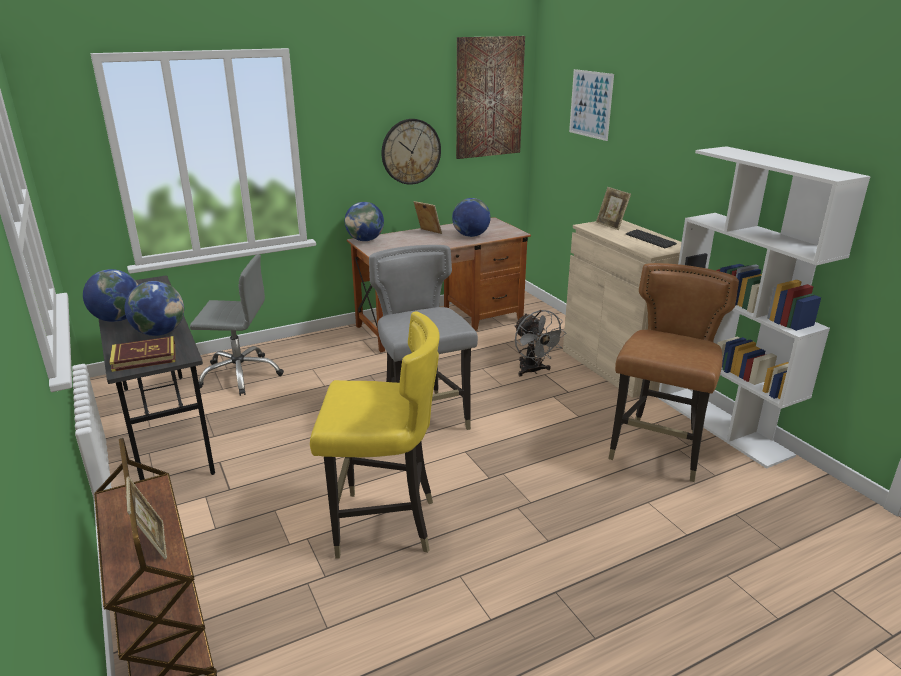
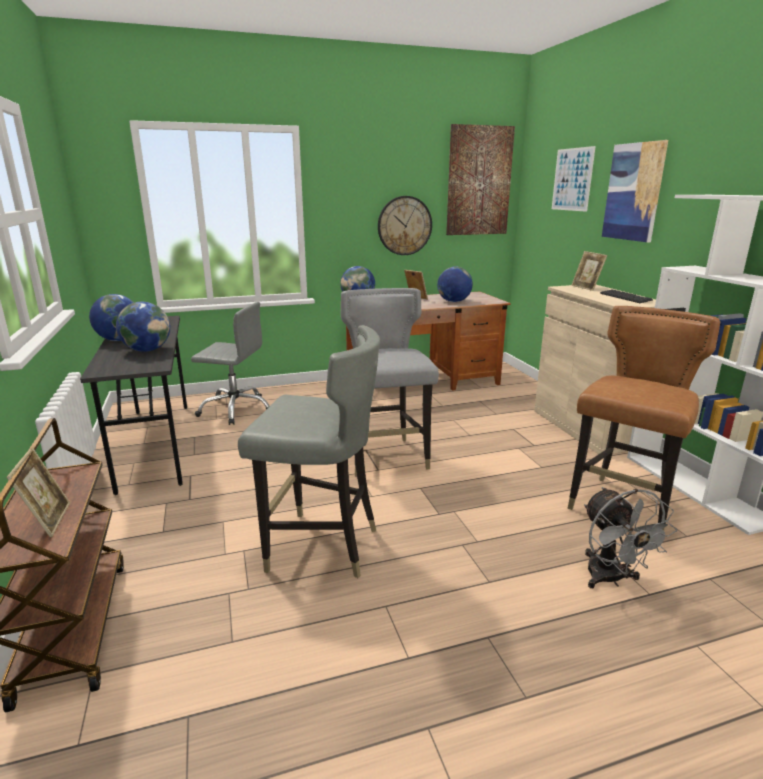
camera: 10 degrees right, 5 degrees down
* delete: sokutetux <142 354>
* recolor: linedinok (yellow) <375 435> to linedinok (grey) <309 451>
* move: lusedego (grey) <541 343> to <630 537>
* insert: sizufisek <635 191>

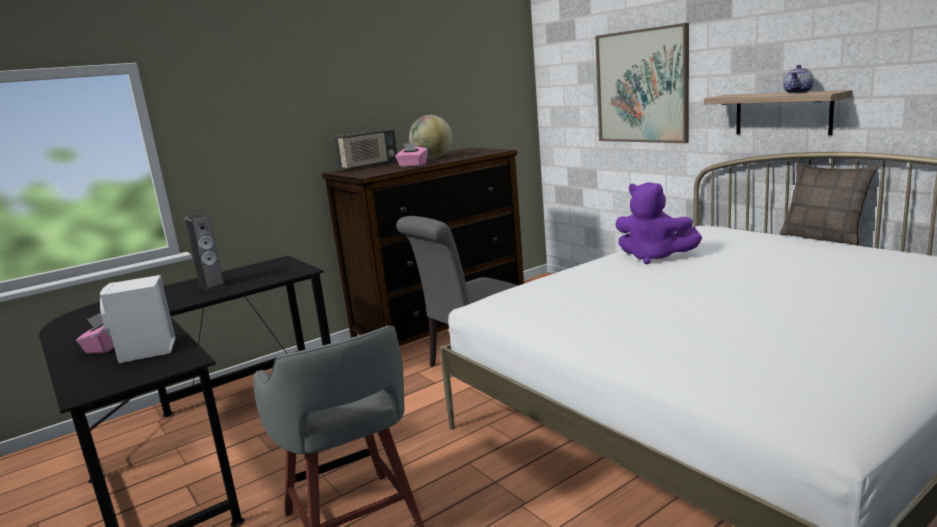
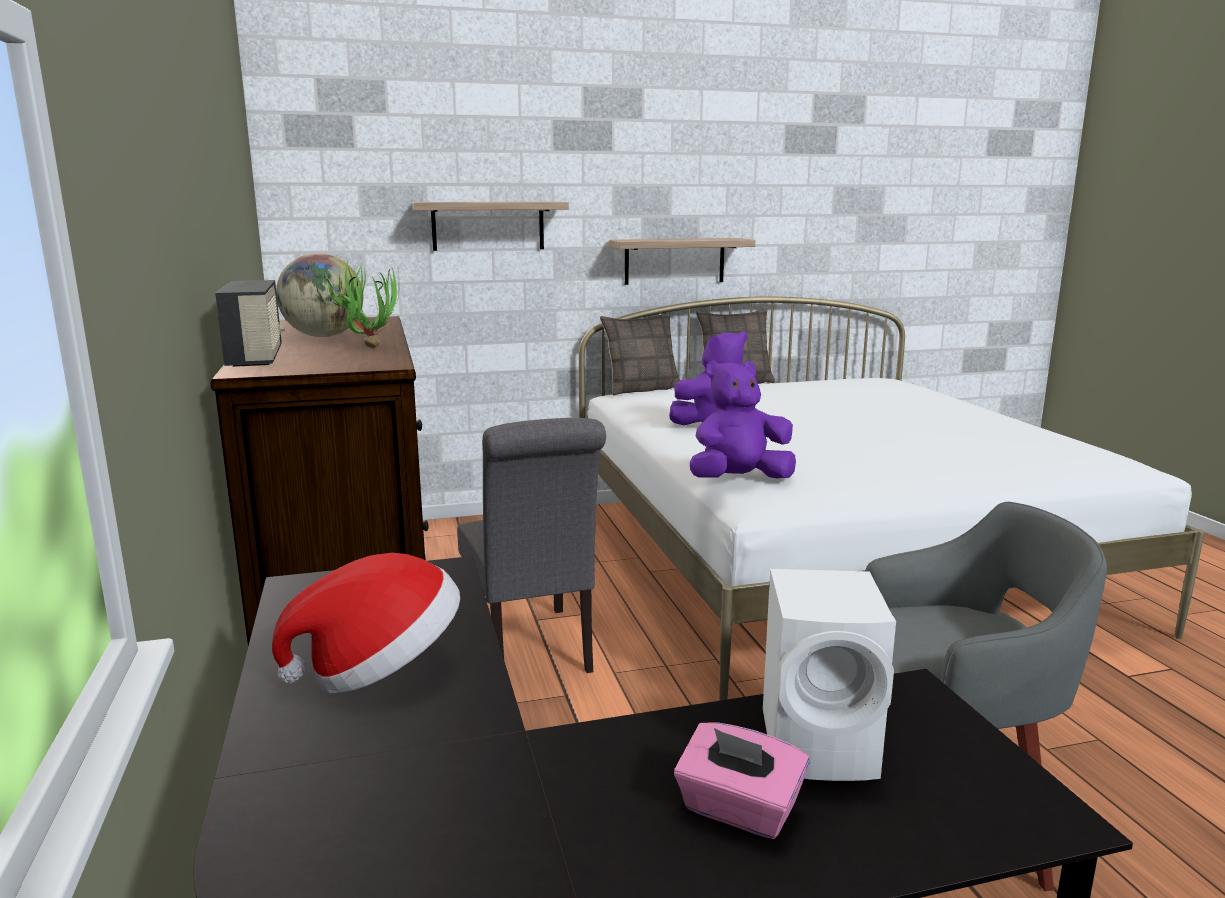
camera: 70 degrees left, 0 degrees up
* replace: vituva <205 253> to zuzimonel <366 623>
* replace: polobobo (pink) <411 155> to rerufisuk <362 304>
* replace: sizufisek <642 83> to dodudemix <490 226>
* delete: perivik <798 79>
* insert: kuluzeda <640 354>
* insert: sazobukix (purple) <743 419>

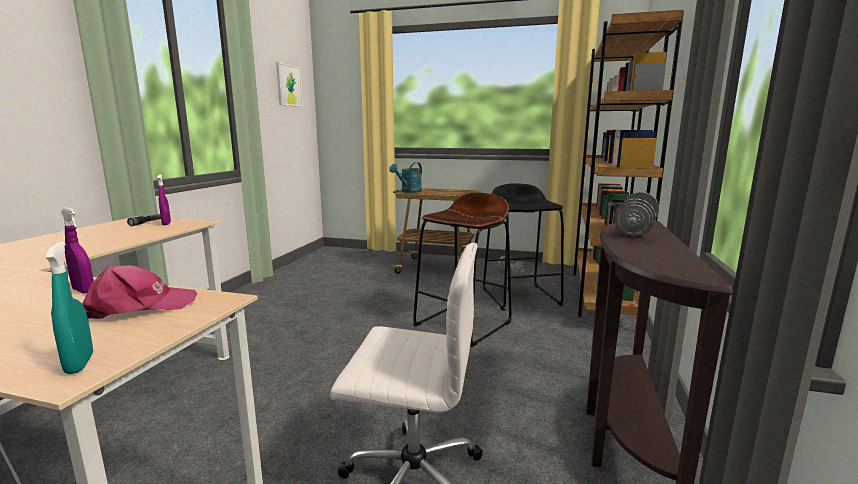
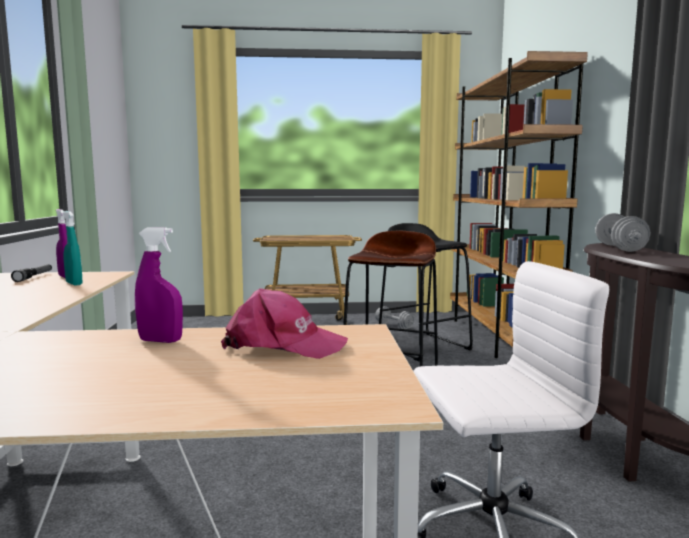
camera: 20 degrees left, 5 degrees down
* move: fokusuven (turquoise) <69 308> to <72 248>
* rotate: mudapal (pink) <139 293> = <284 323> 60 degrees clockwise
* delete: sizufisek <289 84>
* delete: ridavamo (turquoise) <405 177>

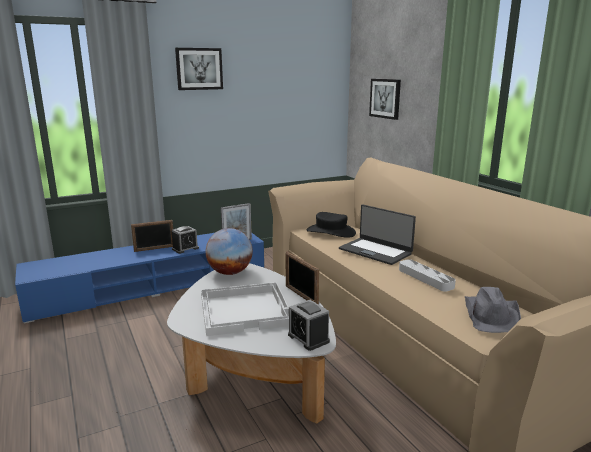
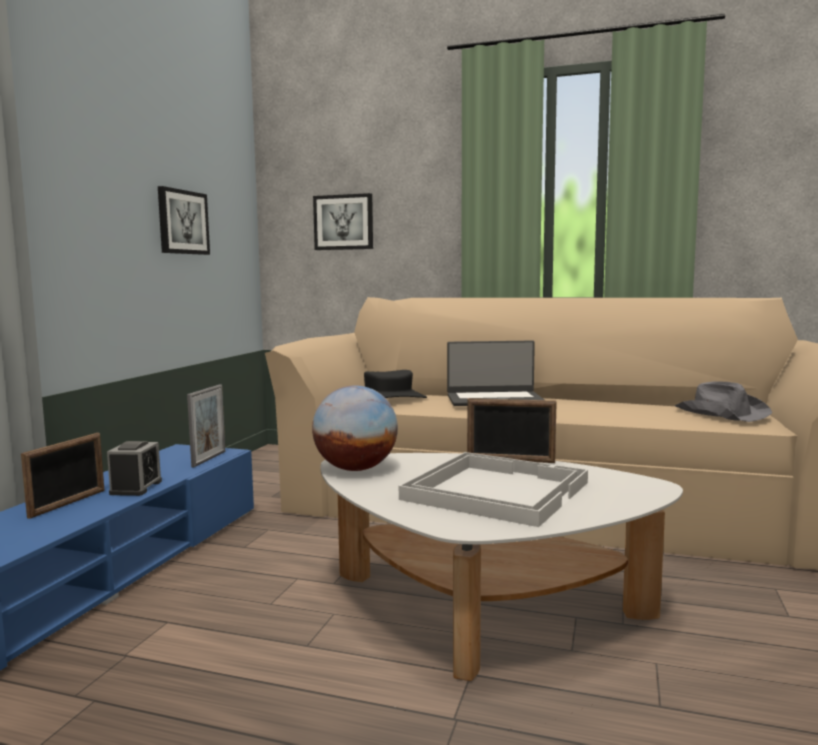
camera: 45 degrees left, 10 degrees down
* move: sizufisek <199 69> to <184 220>
* delete: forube <309 325>
* delete: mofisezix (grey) <427 275>

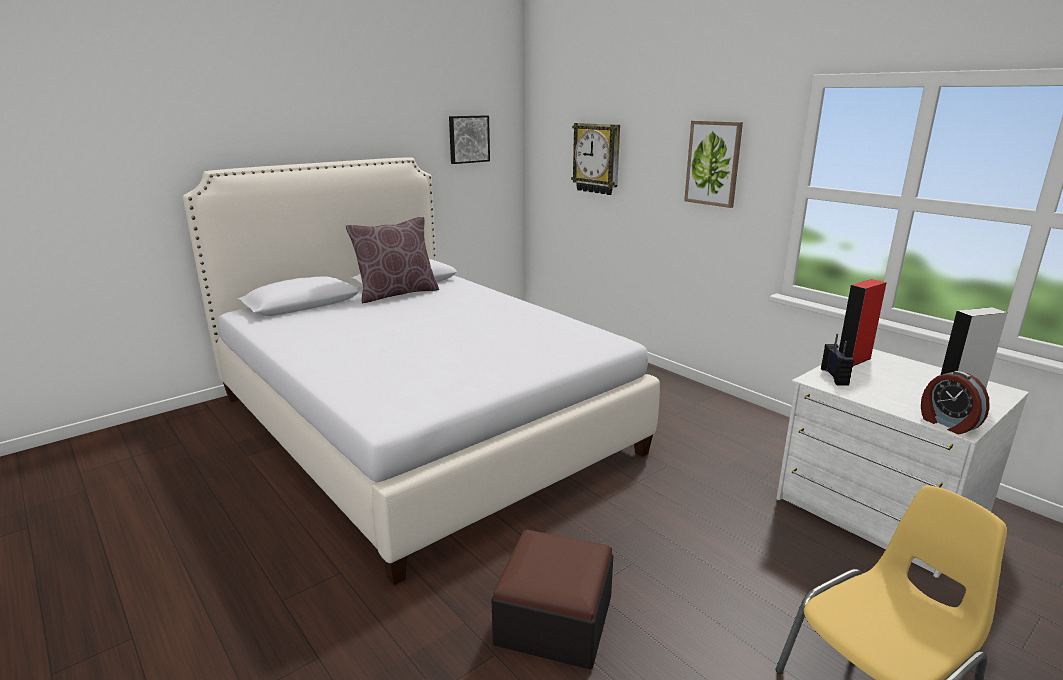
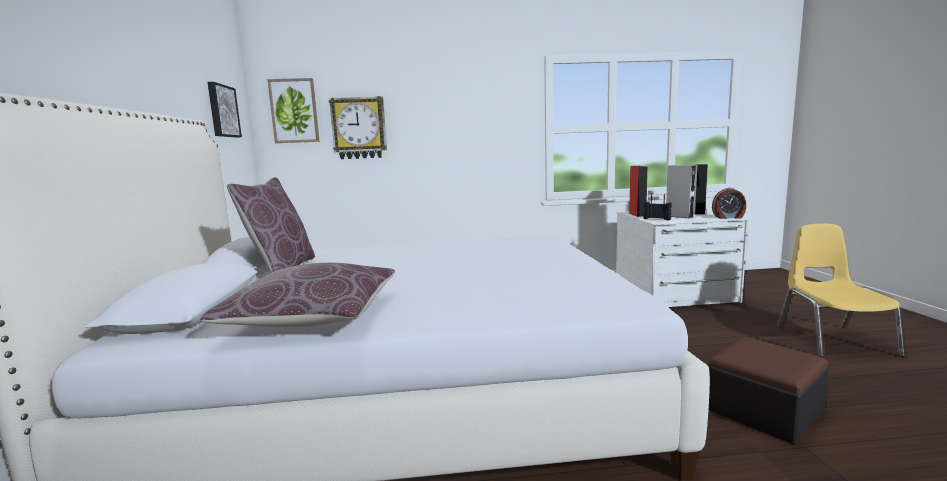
camera: 55 degrees left, 10 degrees down
* move: sizufisek <713 164> to <293 110>
* insert: kuluzeda (brown) <297 295>
* insert: vituva (grey) <681 191>

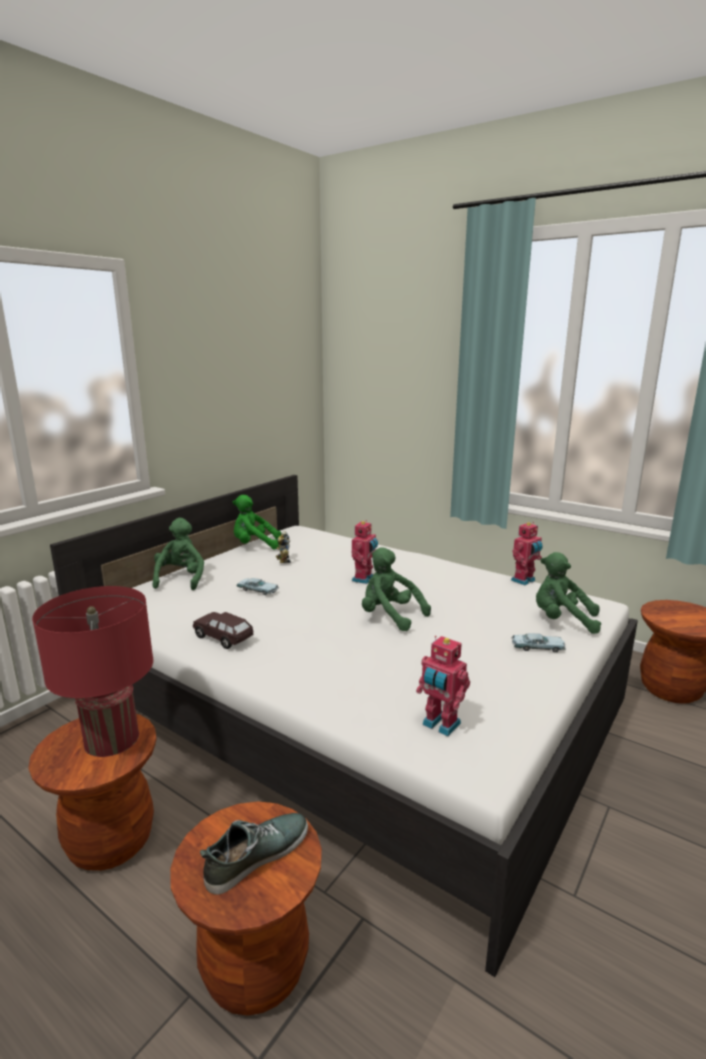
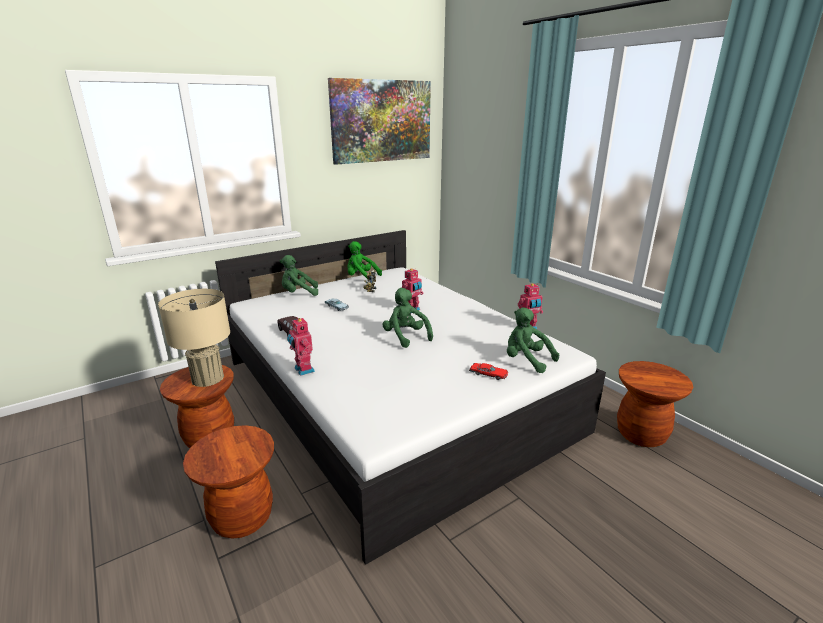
camera: 20 degrees right, 5 degrees up
* recolor: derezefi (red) <92 671> to derezefi (beige) <194 338>
* rotate: sazobukix (green) <178 554> = <299 275> 120 degrees counterclockwise
* delete: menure <254 854>
* move: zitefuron <443 686> to <301 346>
* recolor: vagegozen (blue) <539 642> to vagegozen (red) <488 371>
* insert: sizufisek <379 121>

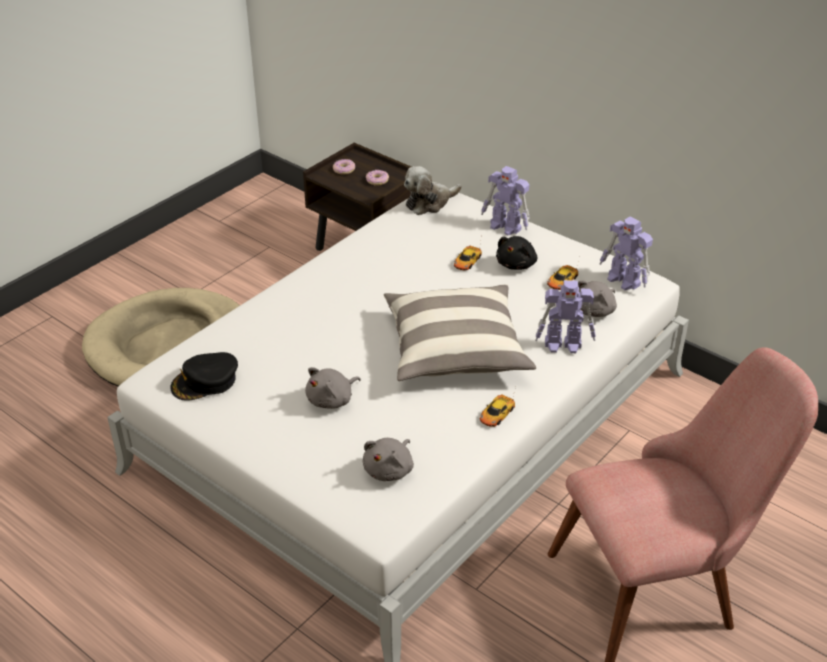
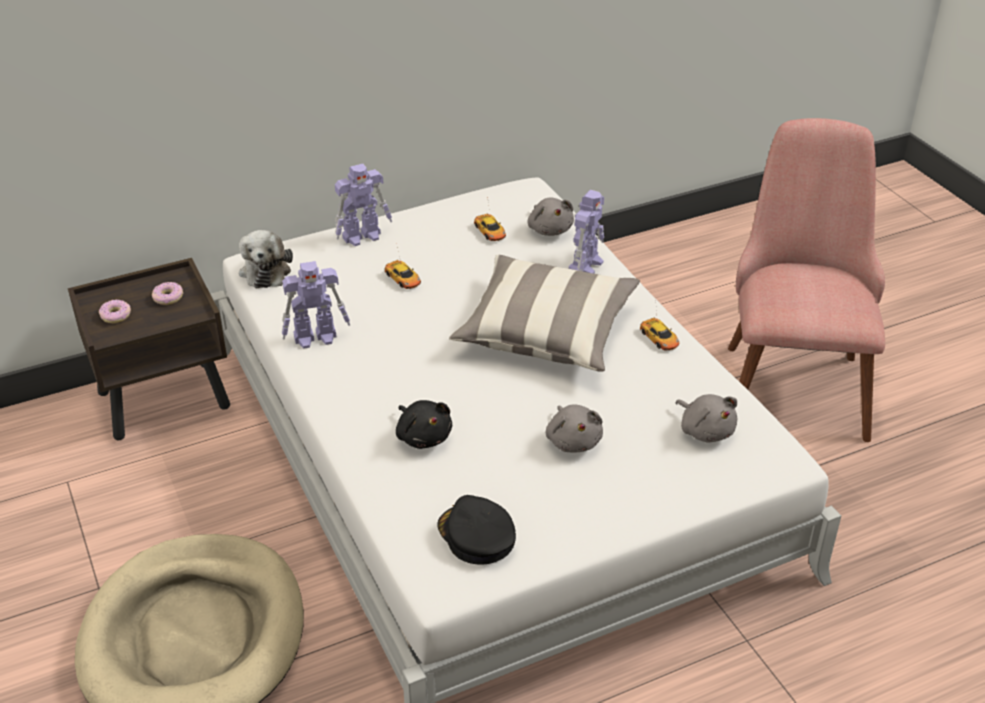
camera: 65 degrees left, 0 degrees up
* rotate: mudapal (black) <204 376> = <476 530> 150 degrees clockwise
* move: sazobukix (black) <516 253> to <424 424>
* move: zitefuron <626 253> to <316 305>

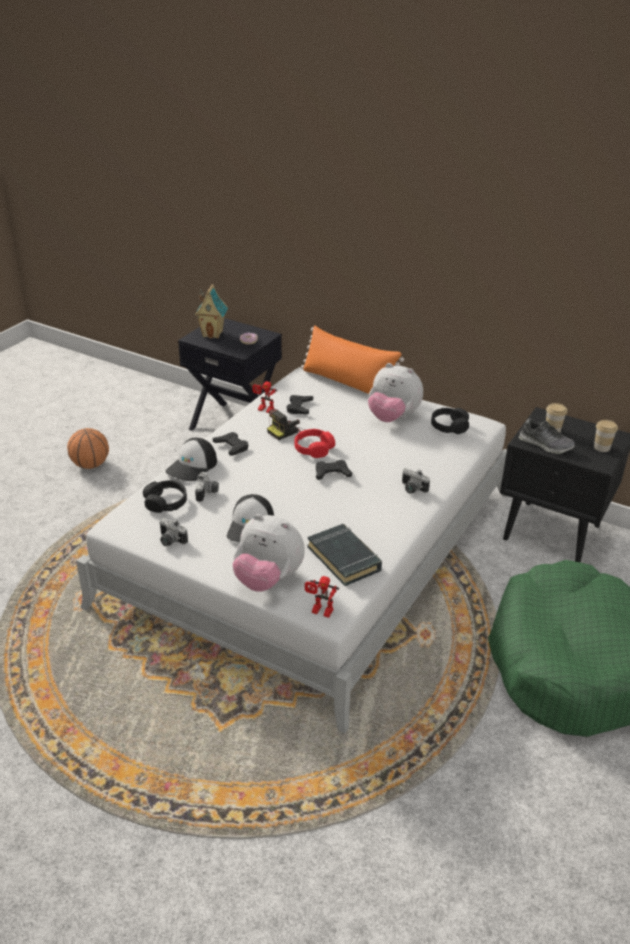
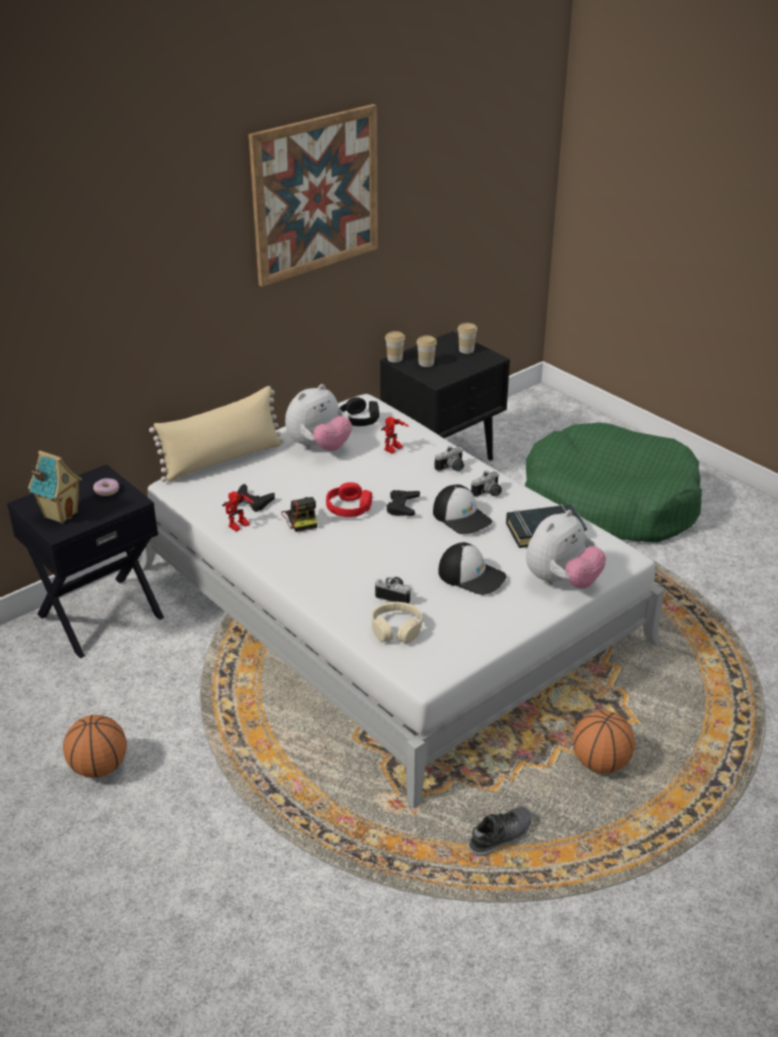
camera: 70 degrees left, 0 degrees up
* recolor: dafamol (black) <165 496> to dafamol (beige) <397 622>
* move: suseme <174 532> to <486 483>
* move: mudapal <191 459> to <462 509>
* delete: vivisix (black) <230 444>
* recolor: kuluzeda (orange) <352 359> to kuluzeda (beige) <216 434>
* move: zitefuron <322 597> to <395 435>
* move: menure <547 436> to <500 831>
* insert: sizufisek <313 195>
* insert: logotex <395 347>
* insert: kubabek <604 742>

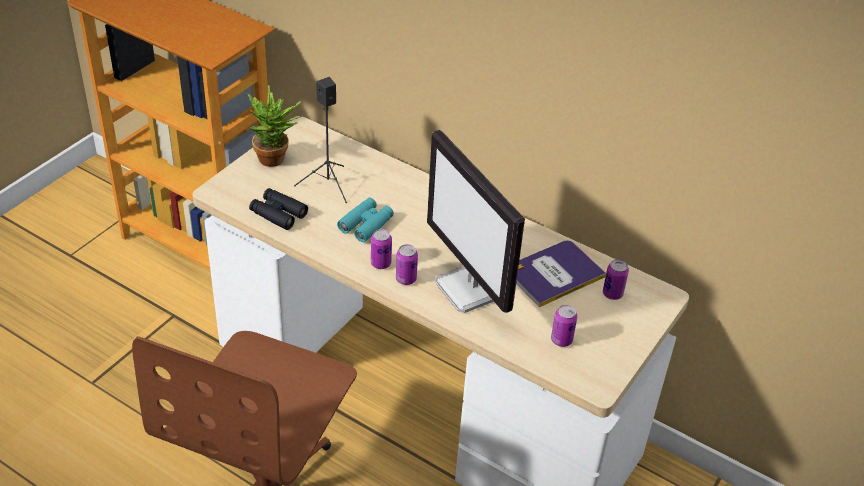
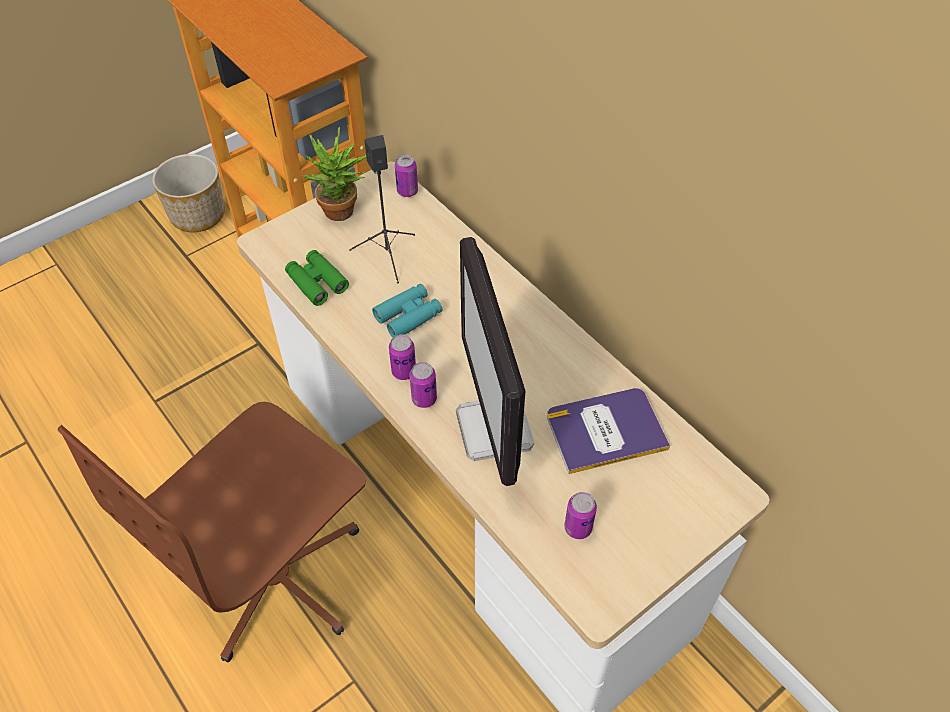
camera: 20 degrees right, 10 degrees up
* recolor: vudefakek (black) <278 209> to vudefakek (green) <317 278>
* move: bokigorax <616 279> to <406 176>
* insert: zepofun <188 193>

